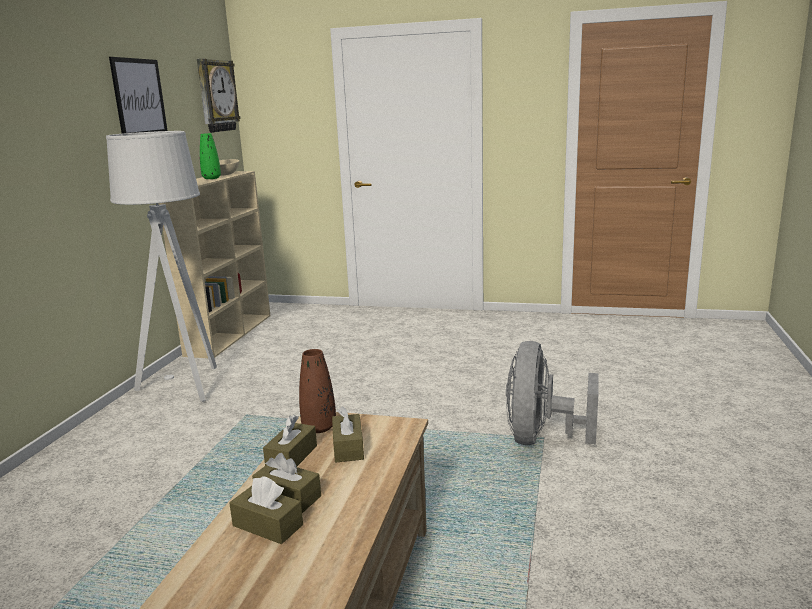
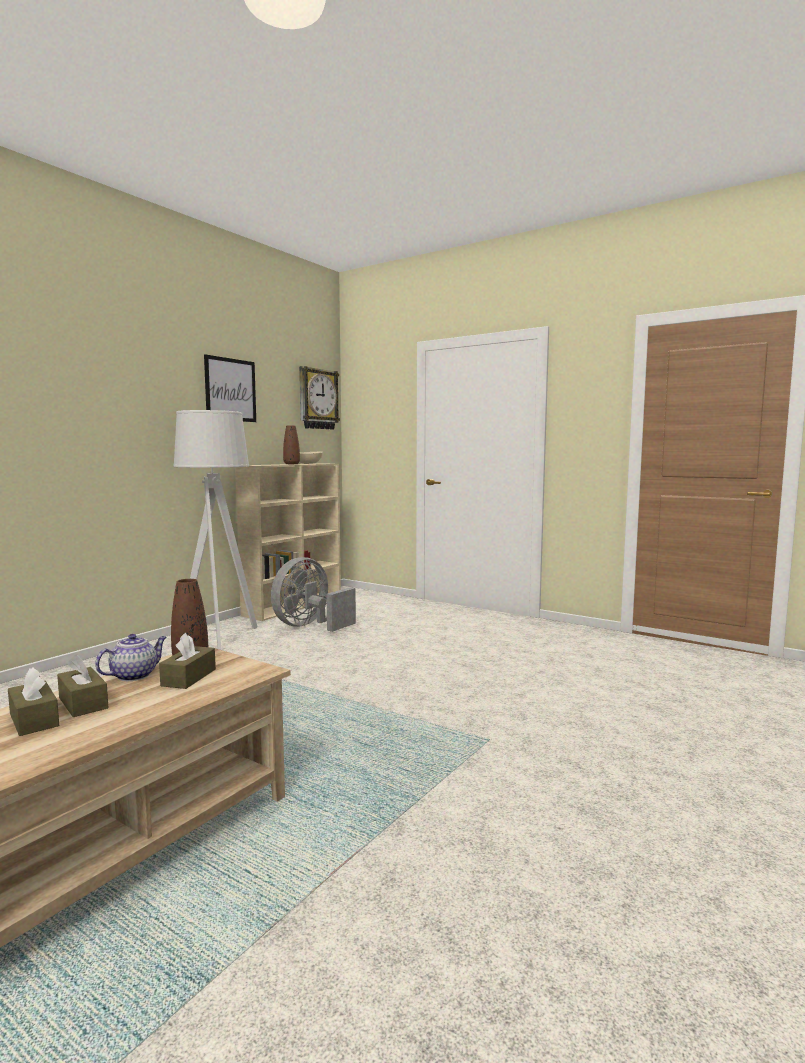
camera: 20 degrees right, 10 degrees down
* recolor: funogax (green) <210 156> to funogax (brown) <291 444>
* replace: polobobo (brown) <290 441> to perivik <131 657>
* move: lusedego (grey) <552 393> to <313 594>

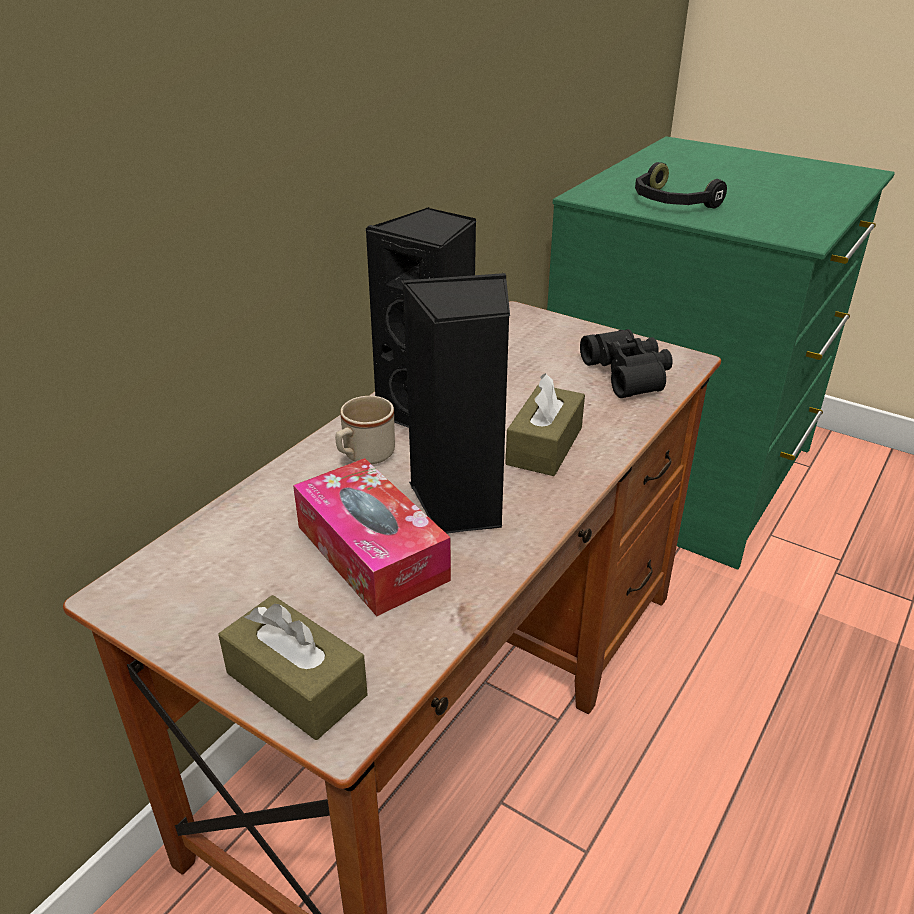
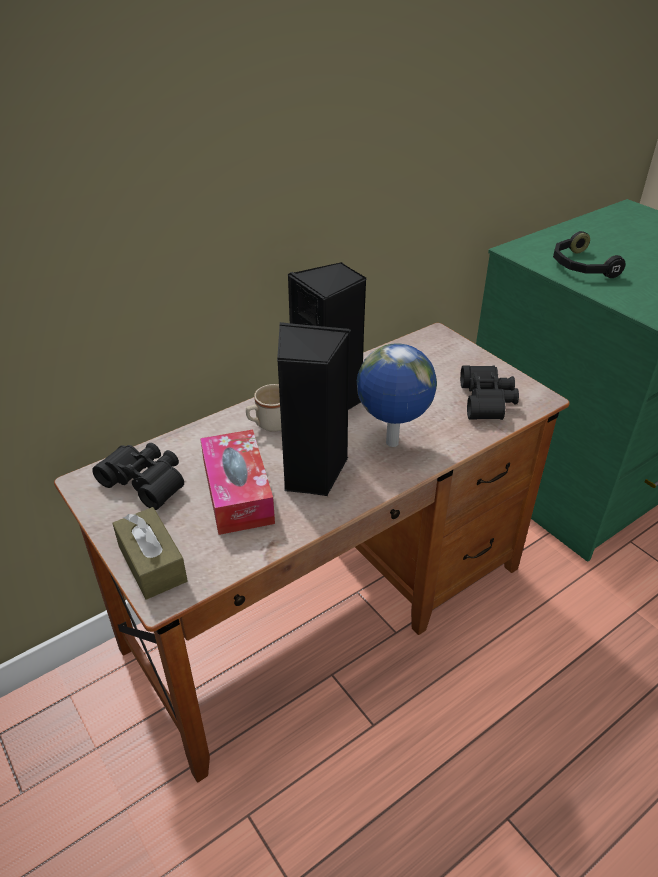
camera: 20 degrees right, 5 degrees up
* replace: polobobo (brown) <545 424> to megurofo <397 395>
* insert: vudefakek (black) <138 476>

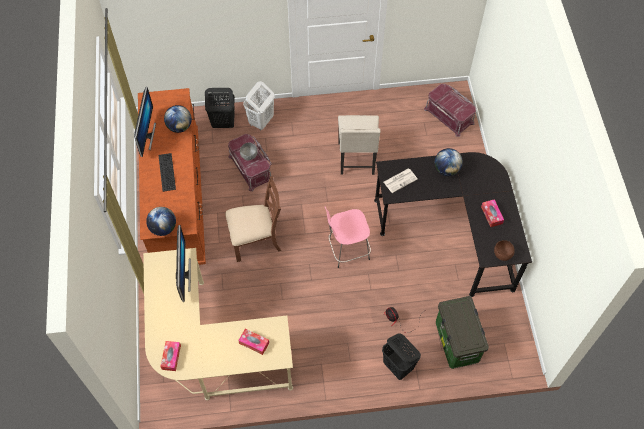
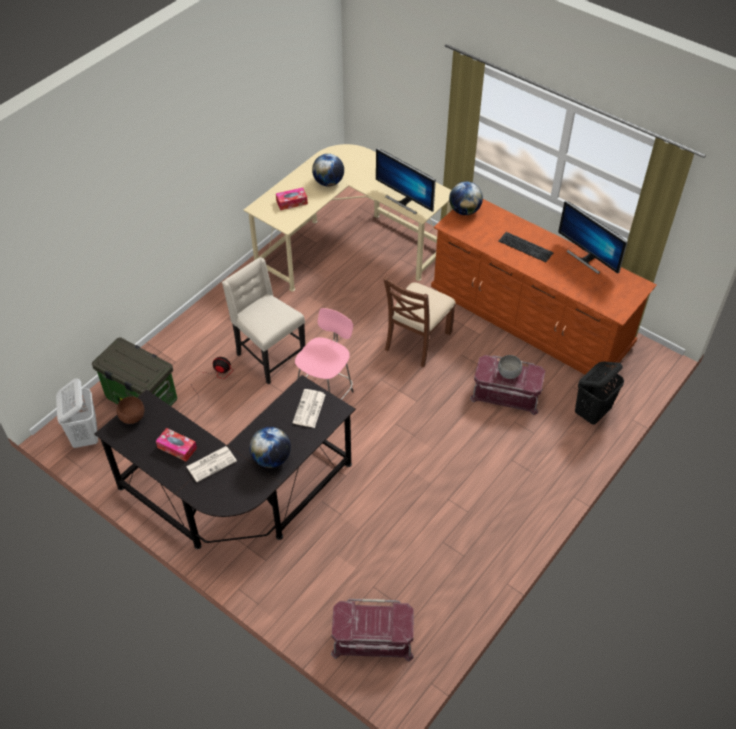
camera: 135 degrees right, 10 degrees down
* delete: polobobo <170 356>
* move: megurofo <178 119> to <328 170>
* move: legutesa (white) <259 106> to <77 413>
* move: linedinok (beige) <359 145> to <263 321>
* delete: legutesa (black) <401 356>
* insert: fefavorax <211 464>

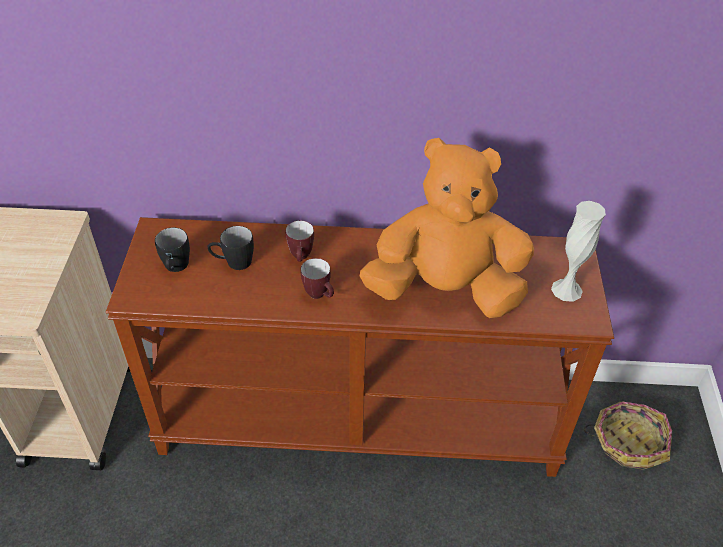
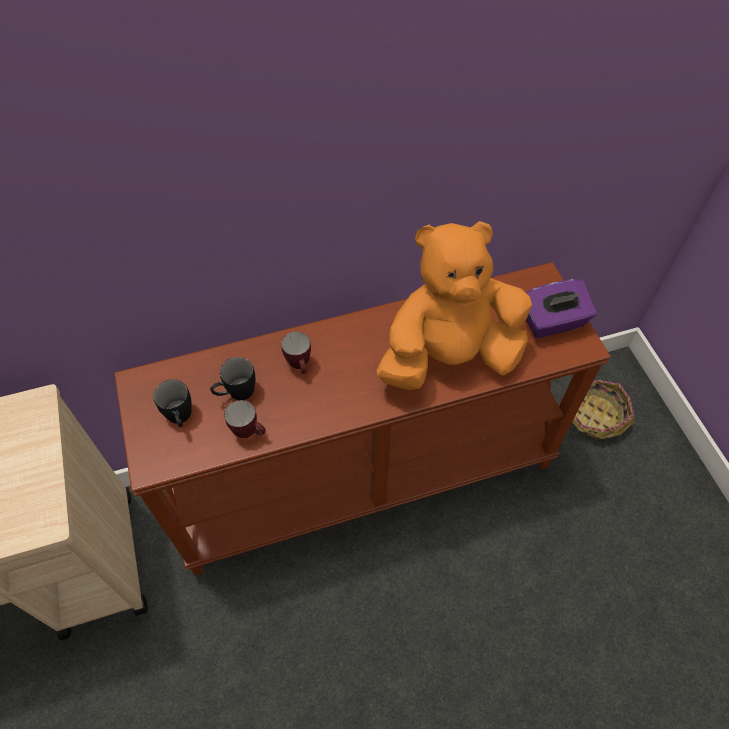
camera: 20 degrees left, 10 degrees up
* move: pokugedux <317 278> to <245 419>
* replace: funogax (white) <578 251> to polobobo (purple) <561 308>

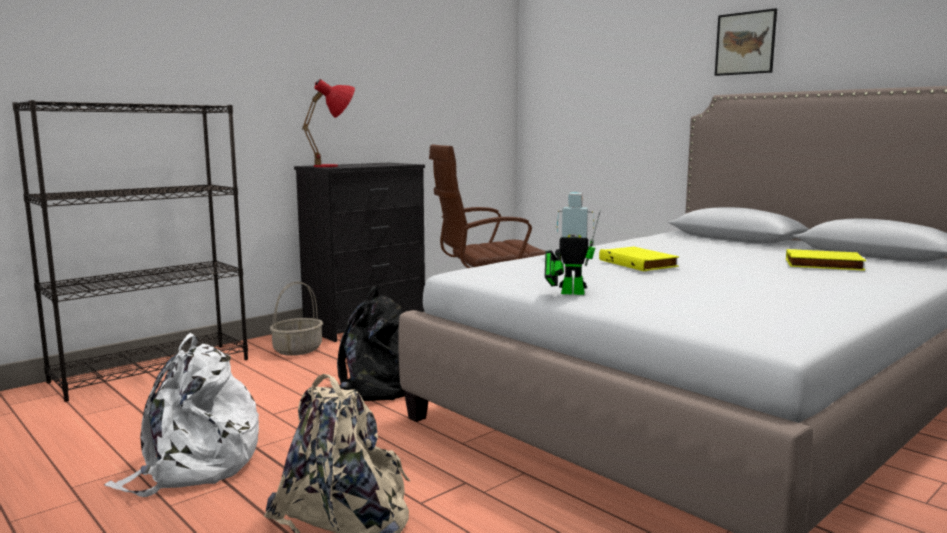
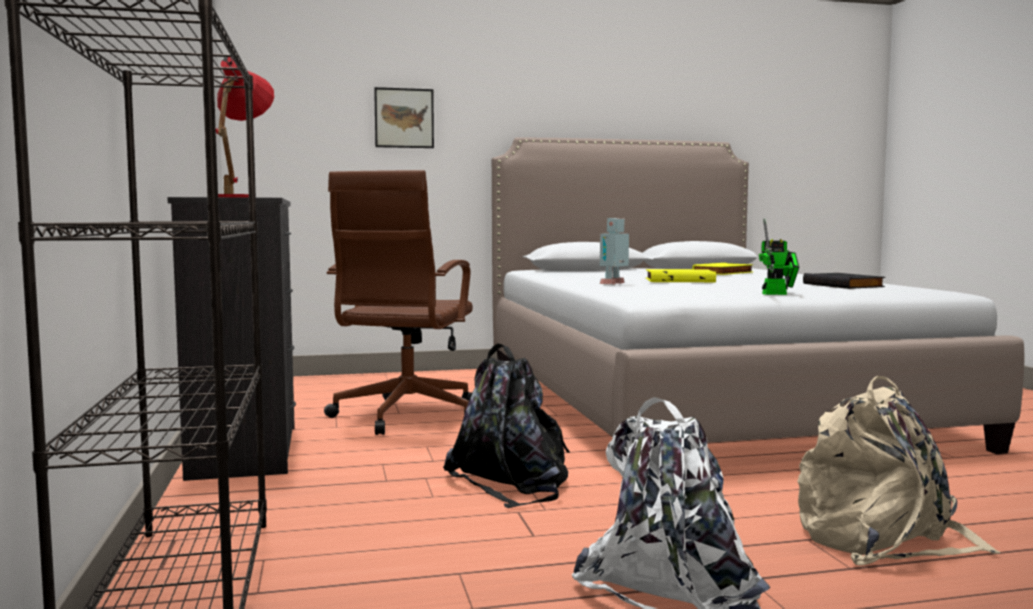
camera: 60 degrees left, 5 degrees down
* delete: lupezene <296 318>
* rotate: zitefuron <573 252> = <779 256> 135 degrees counterclockwise
* move: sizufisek <746 42> to <404 117>
* insert: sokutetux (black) <844 281>

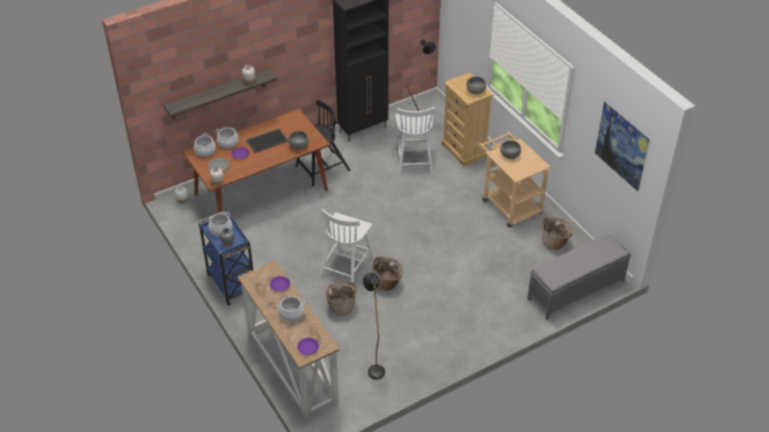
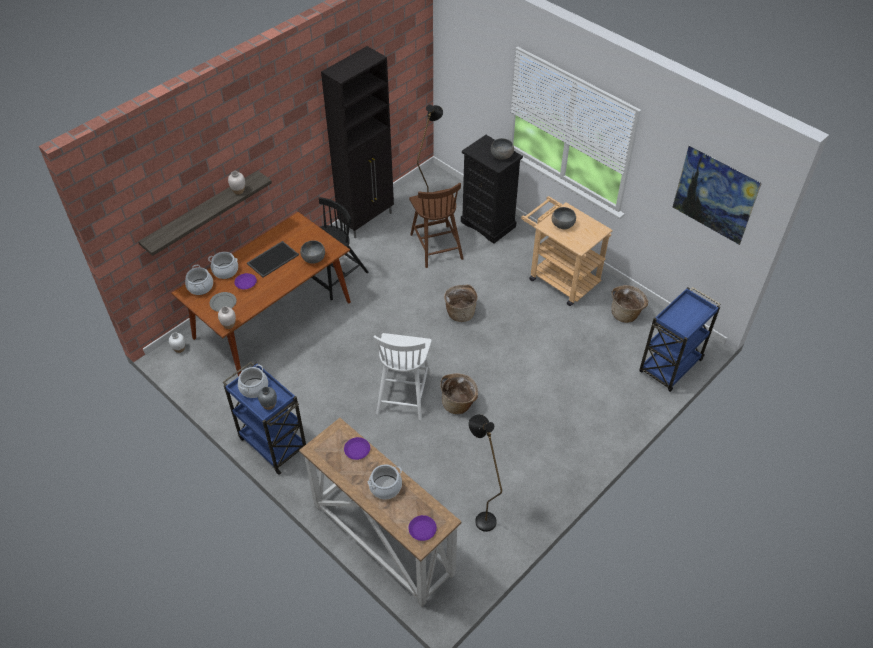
camera: 15 degrees left, 5 degrees up
* move: lupezene <341 298> to <460 303>
* recolor: linedinok (white) <415 141> to linedinok (brown) <436 225>
* recolor: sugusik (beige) <468 119> to sugusik (black) <492 189>
* replace: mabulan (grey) <579 277> to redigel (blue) <679 339>

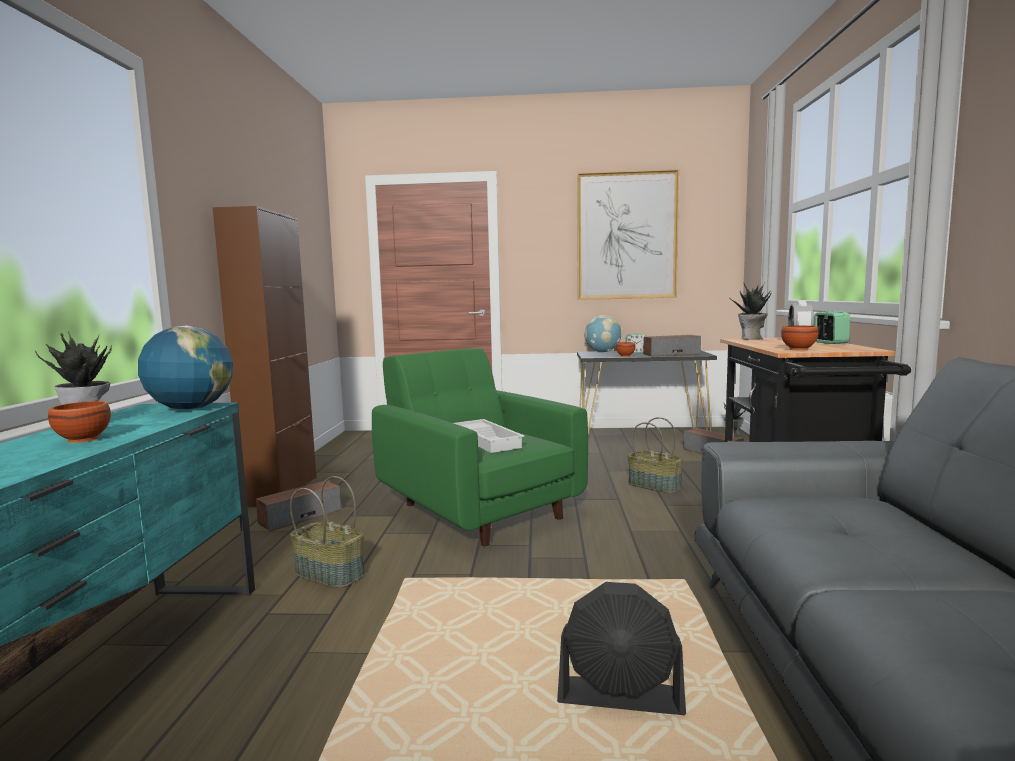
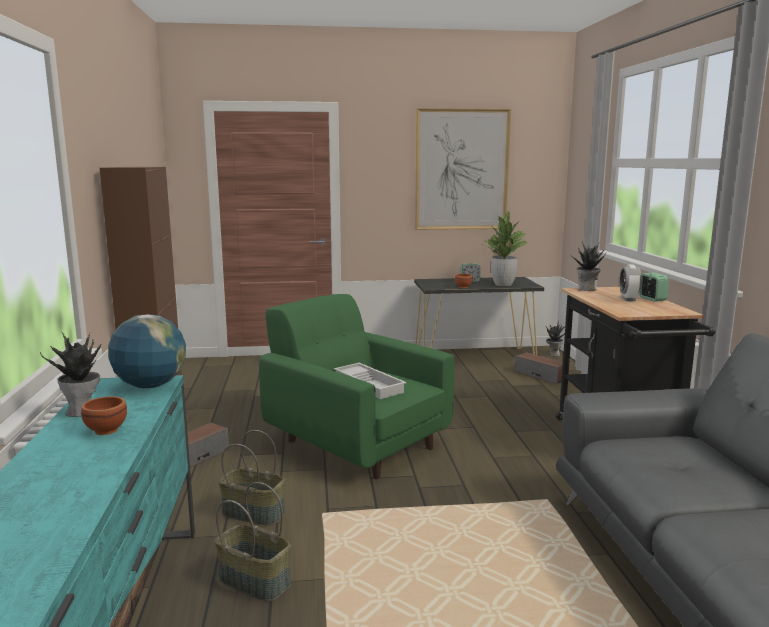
camera: 10 degrees left, 5 degrees up
* delete: lusedego (black) <621 648>
* delete: megurofo <602 333>
* move: lupezene <655 455> to <253 542>
* replace: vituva <672 345> to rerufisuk <504 248>
* delete: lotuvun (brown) <800 338>

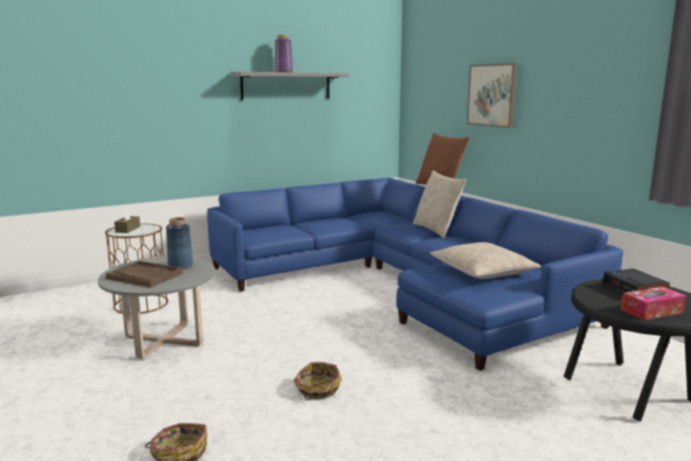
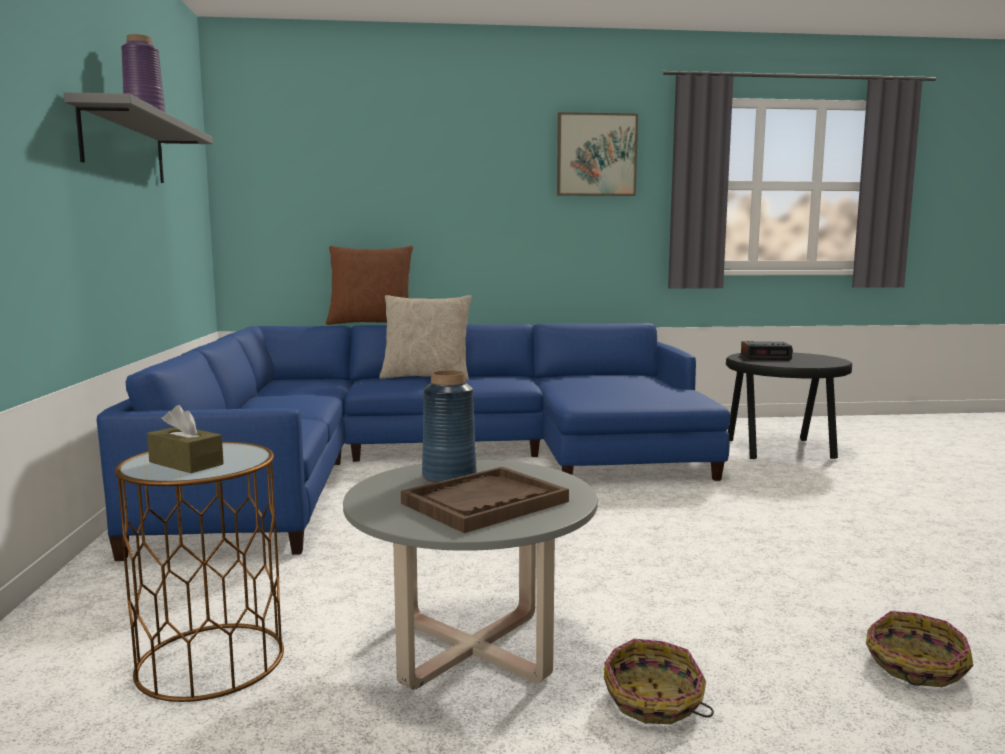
camera: 65 degrees left, 5 degrees down
* move: lupezene <318 381> to <659 681>
* delete: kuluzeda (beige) <485 260>
* move: sizufisek <492 95> to <597 154>
* delete: polobobo <653 303>

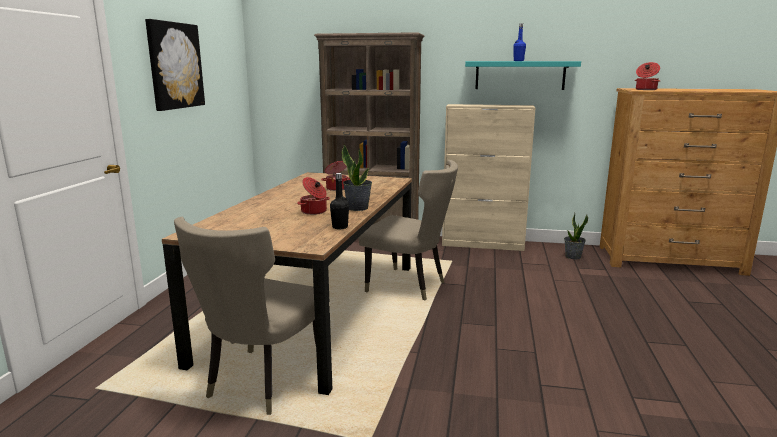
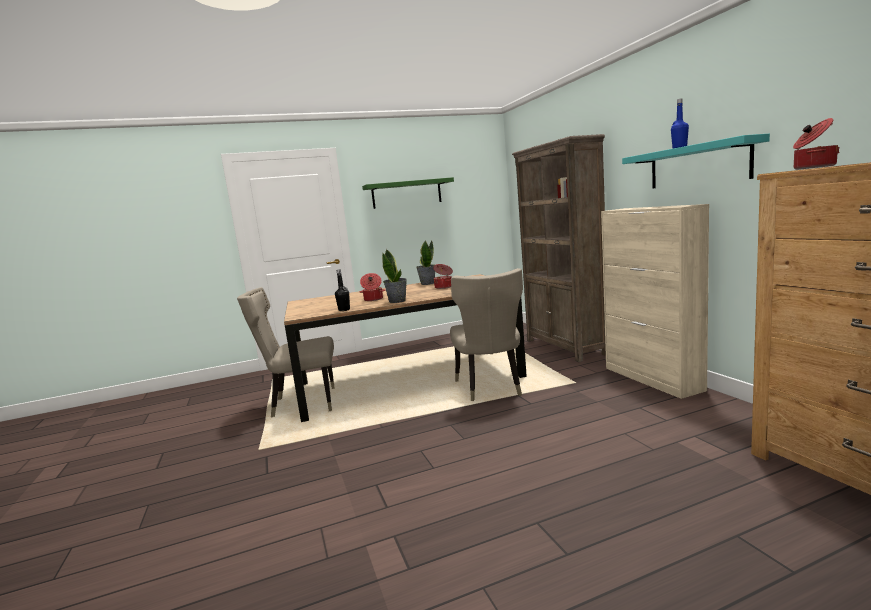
camera: 60 degrees right, 5 degrees down
* replace: sizufisek <175 65> to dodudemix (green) <408 193>
* move: rerufisuk <576 236> to <425 262>

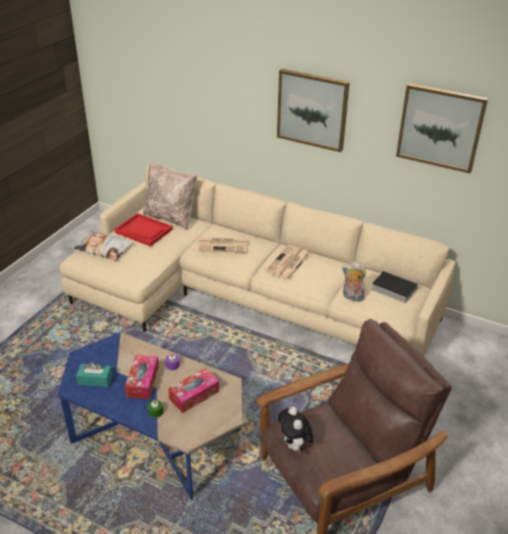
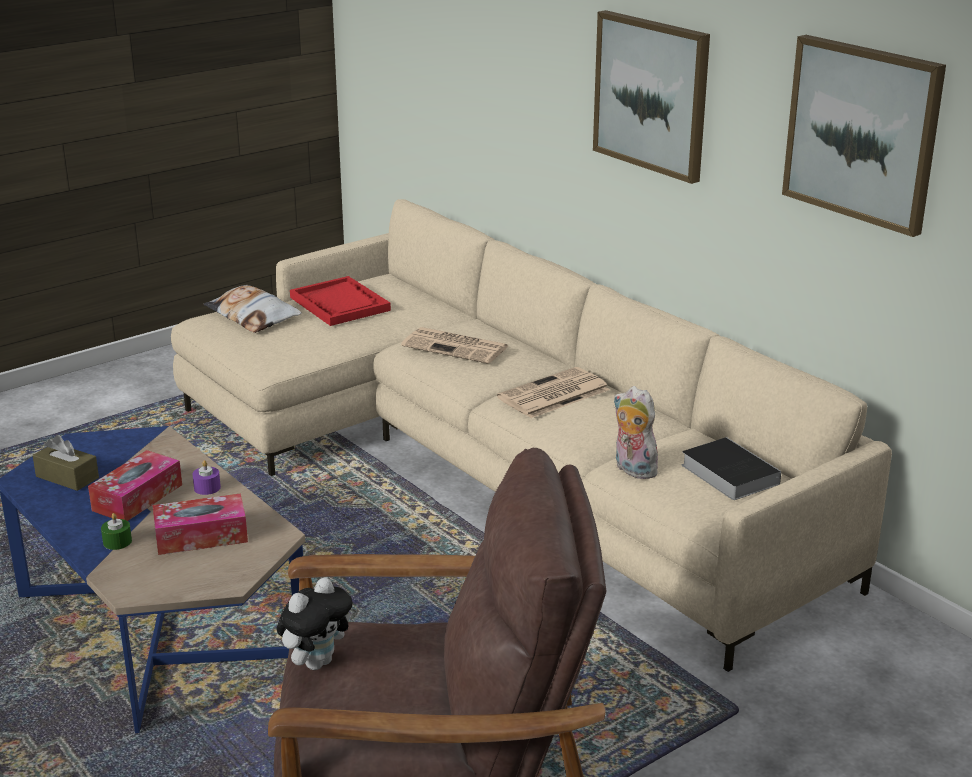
camera: 25 degrees right, 10 degrees down
* recolor: polobobo (turquoise) <94 374> to polobobo (brown) <65 463>
* delete: kuluzeda (beige) <170 196>
* rotate: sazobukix <295 430> = <314 623> 150 degrees counterclockwise

